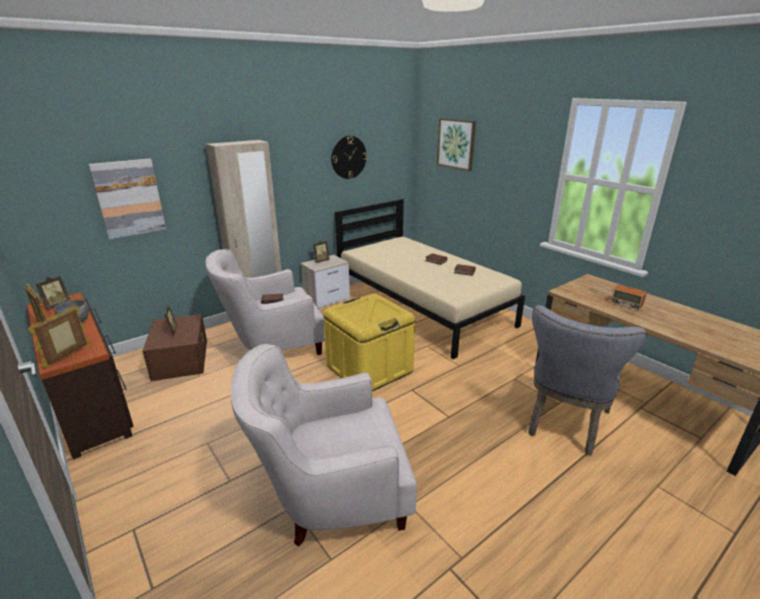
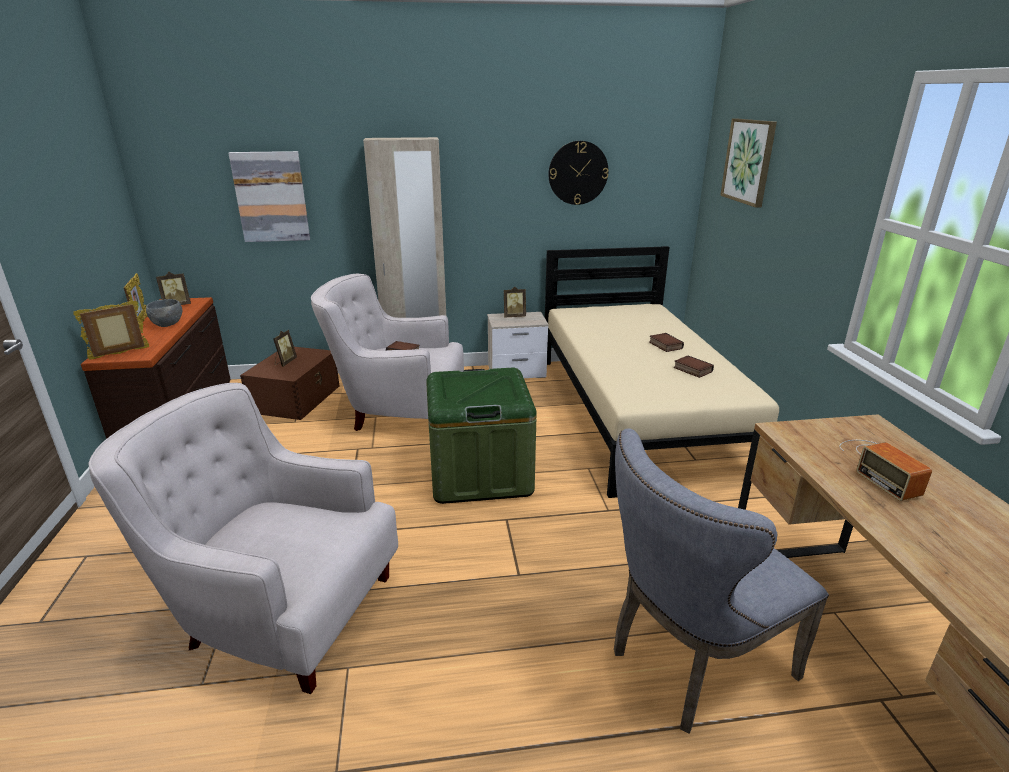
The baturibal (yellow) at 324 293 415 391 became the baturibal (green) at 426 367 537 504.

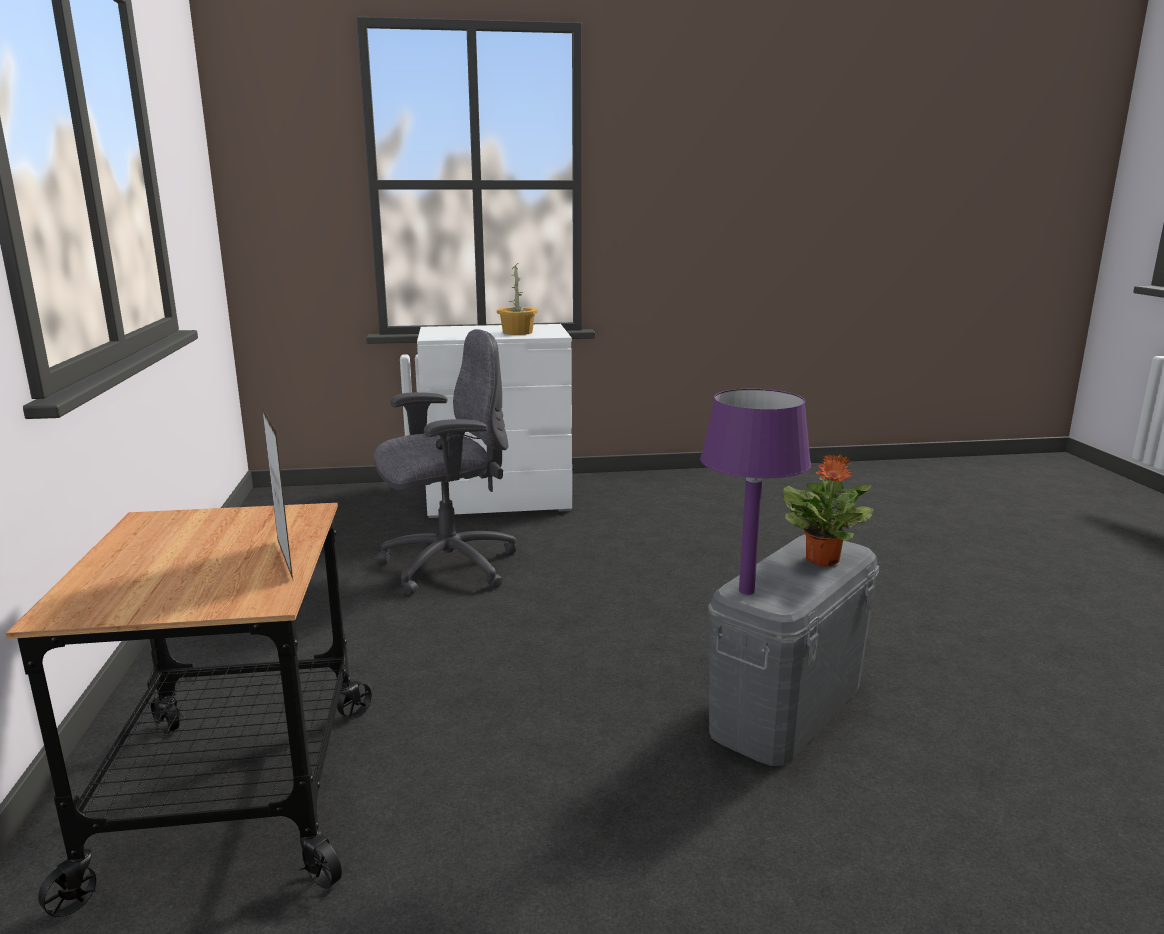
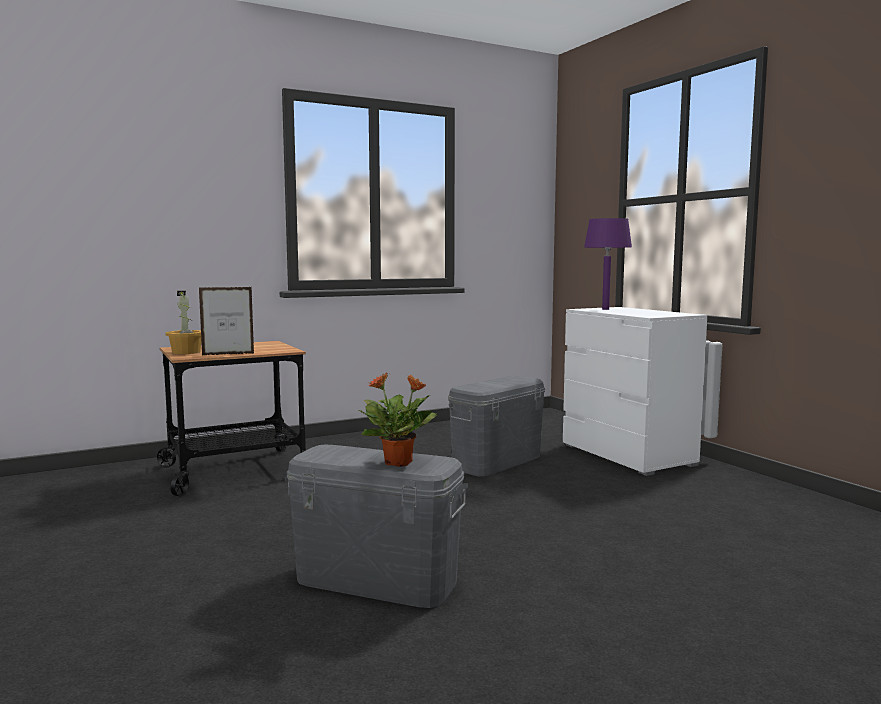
The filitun moved from 497 263 538 335 to 166 291 201 354. The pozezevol at 262 406 293 579 turned 150 degrees counterclockwise. The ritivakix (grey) at 374 329 517 595 was replaced by the baturibal (grey) at 448 376 545 476. The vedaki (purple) moved from 700 389 811 595 to 584 218 632 310.

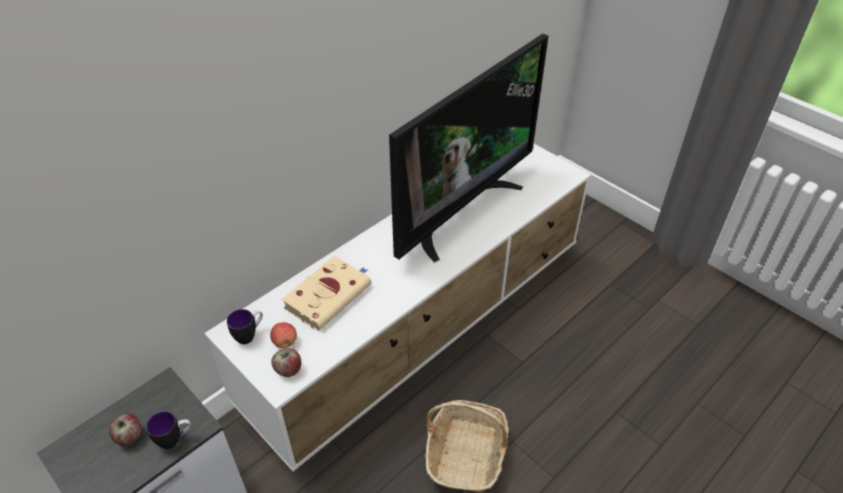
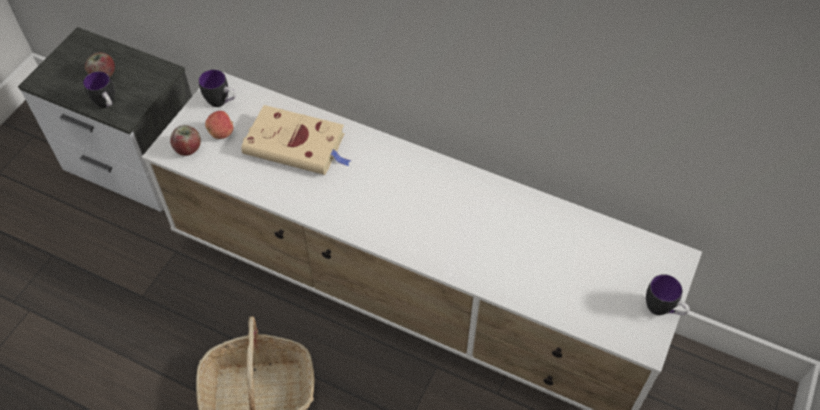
The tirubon at 646 274 690 315 appeared. The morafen at 389 34 548 263 disappeared.

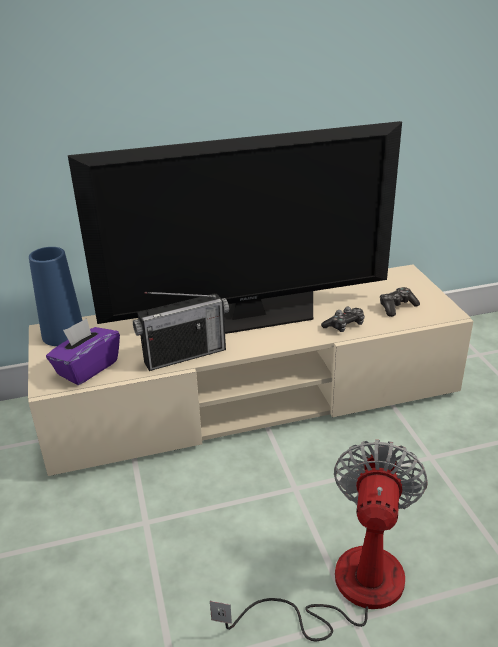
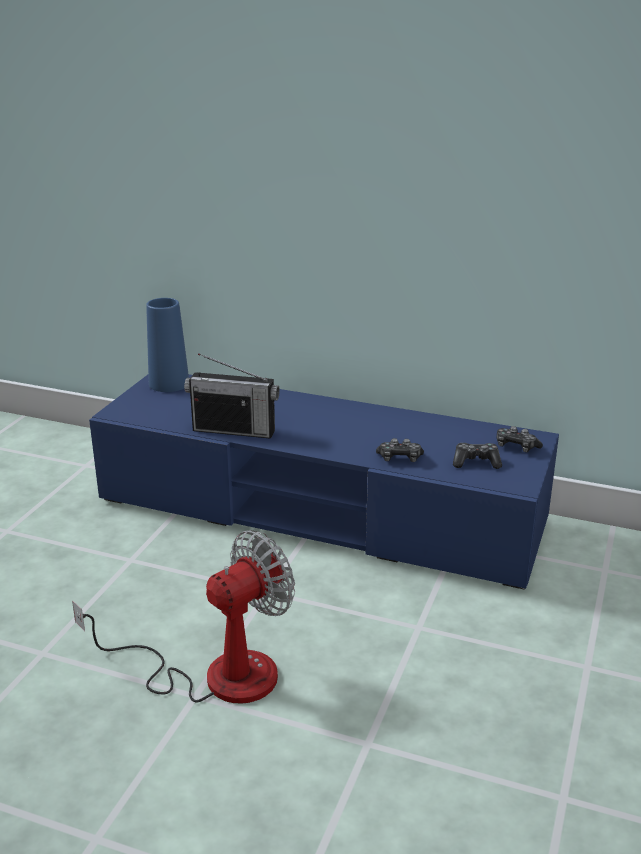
The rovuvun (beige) at 28 264 473 476 became the rovuvun (blue) at 89 374 559 590. The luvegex at 497 426 543 452 appeared. The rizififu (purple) at 46 318 120 385 disappeared. The morafen at 68 121 402 334 disappeared.

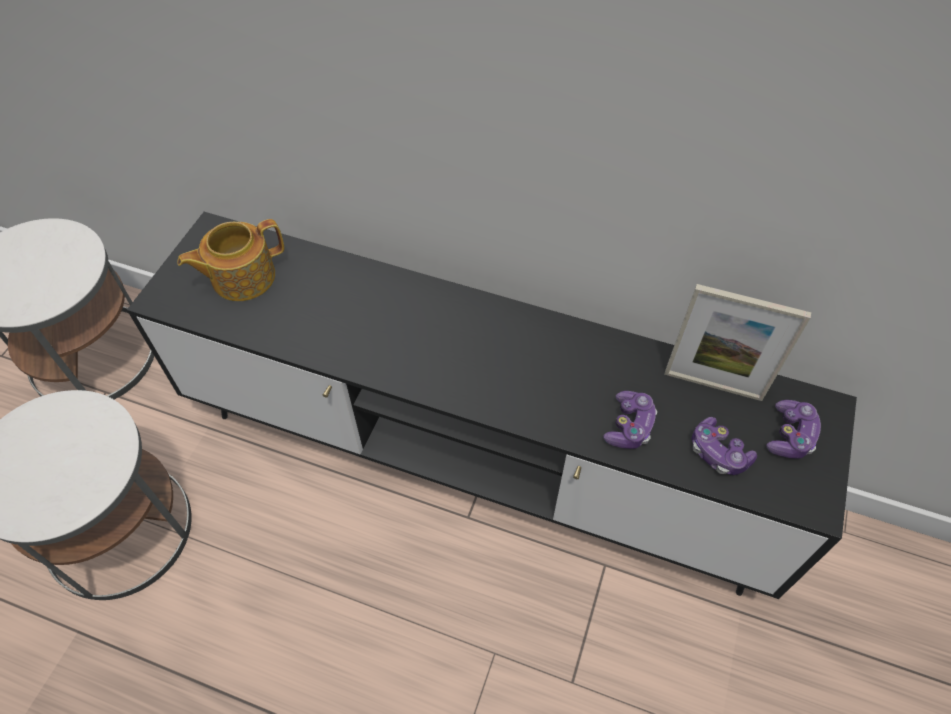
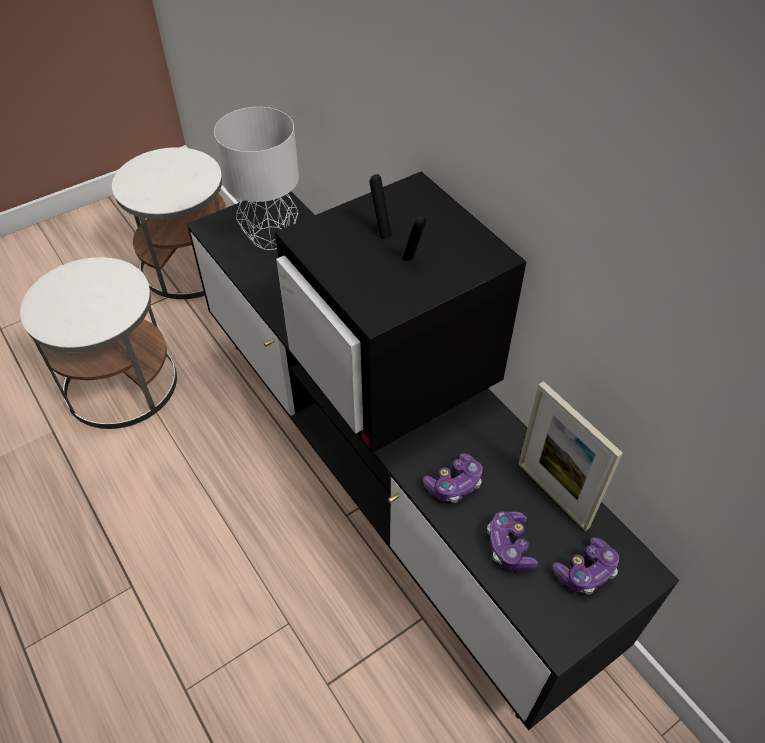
The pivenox at 177 219 284 301 was replaced by the vedaki (grey) at 214 107 299 250. The morafen at 275 171 527 453 appeared.

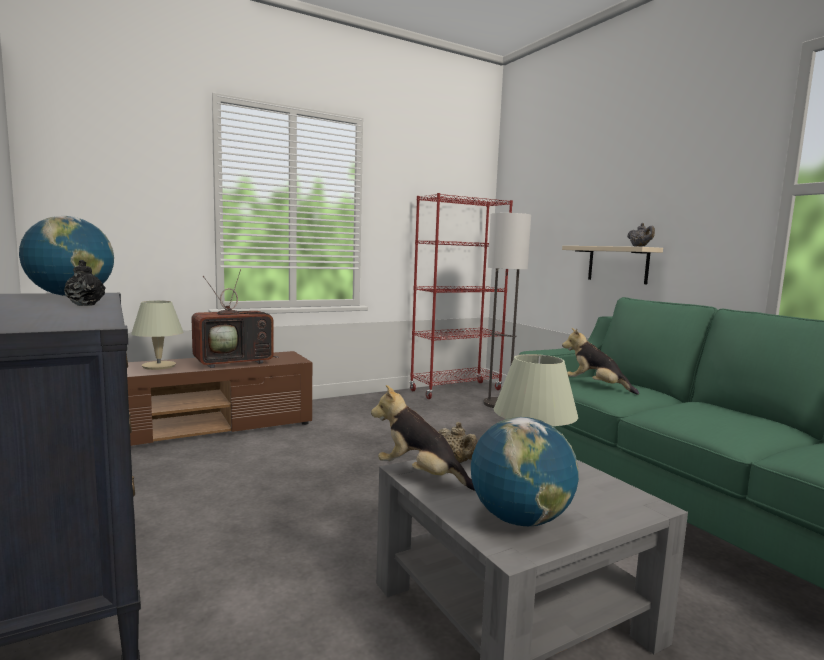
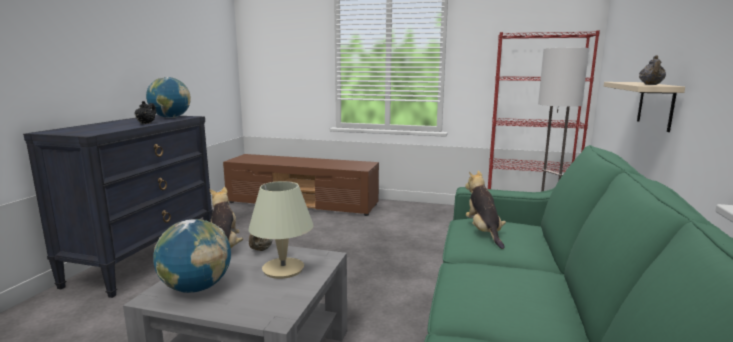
The vedaki (beige) at 131 301 183 370 disappeared. The morafen at 191 270 280 368 disappeared.

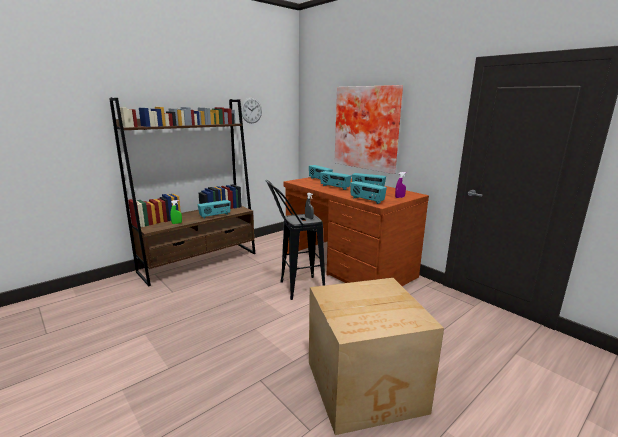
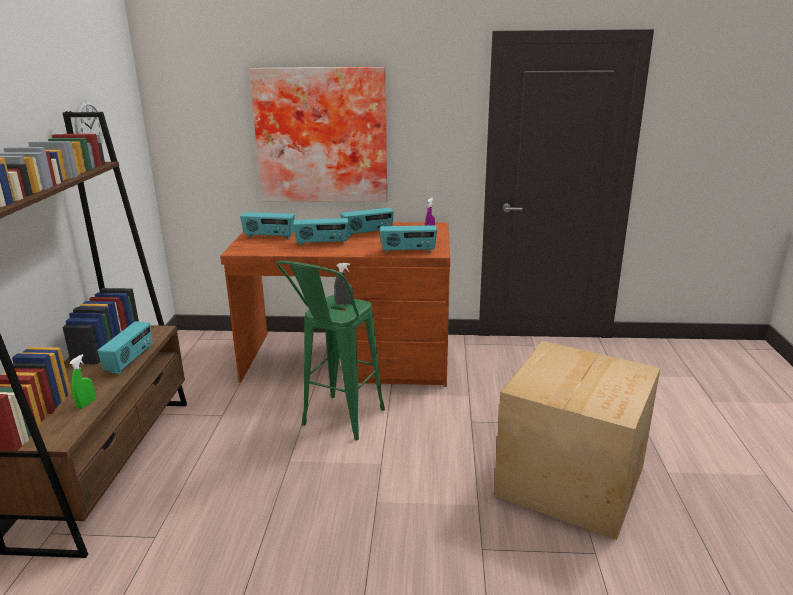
The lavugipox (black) at 265 180 325 300 became the lavugipox (green) at 276 261 385 441.

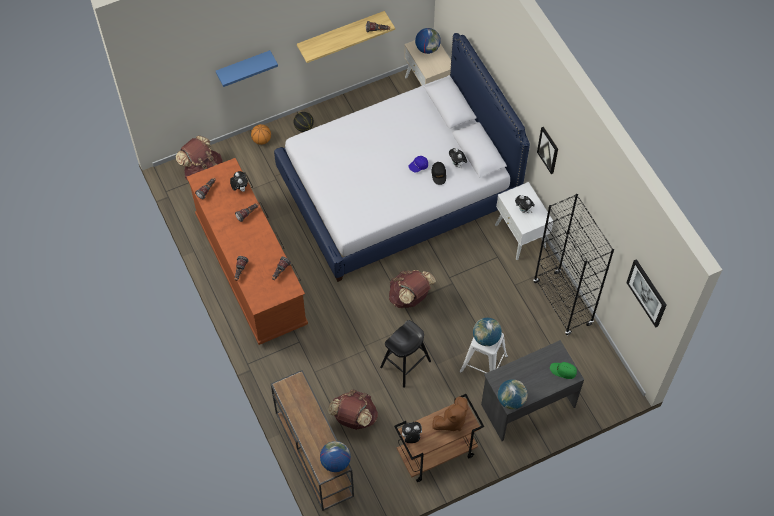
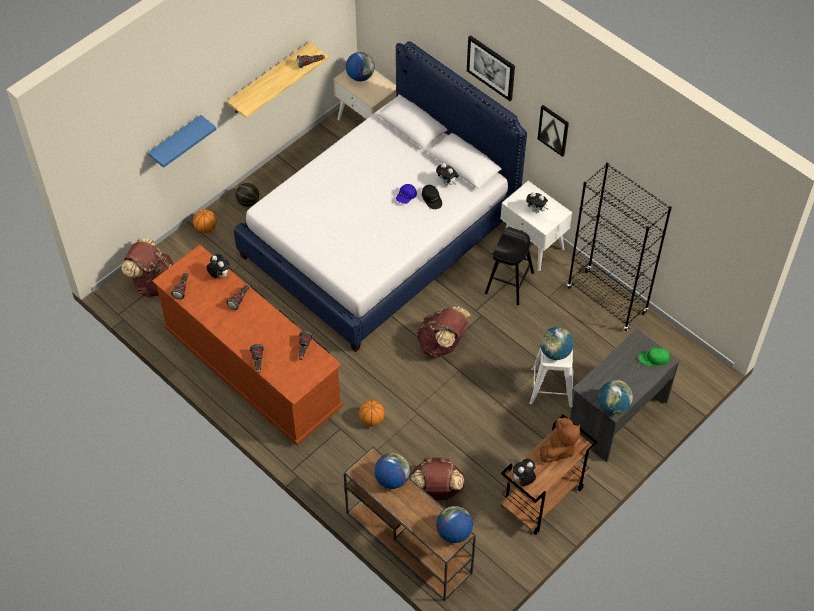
The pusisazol at 359 400 385 426 appeared. The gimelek at 374 453 410 489 appeared. The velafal moved from 626 259 667 328 to 467 35 515 101. The lavugipox (black) moved from 380 320 431 388 to 485 227 534 305.

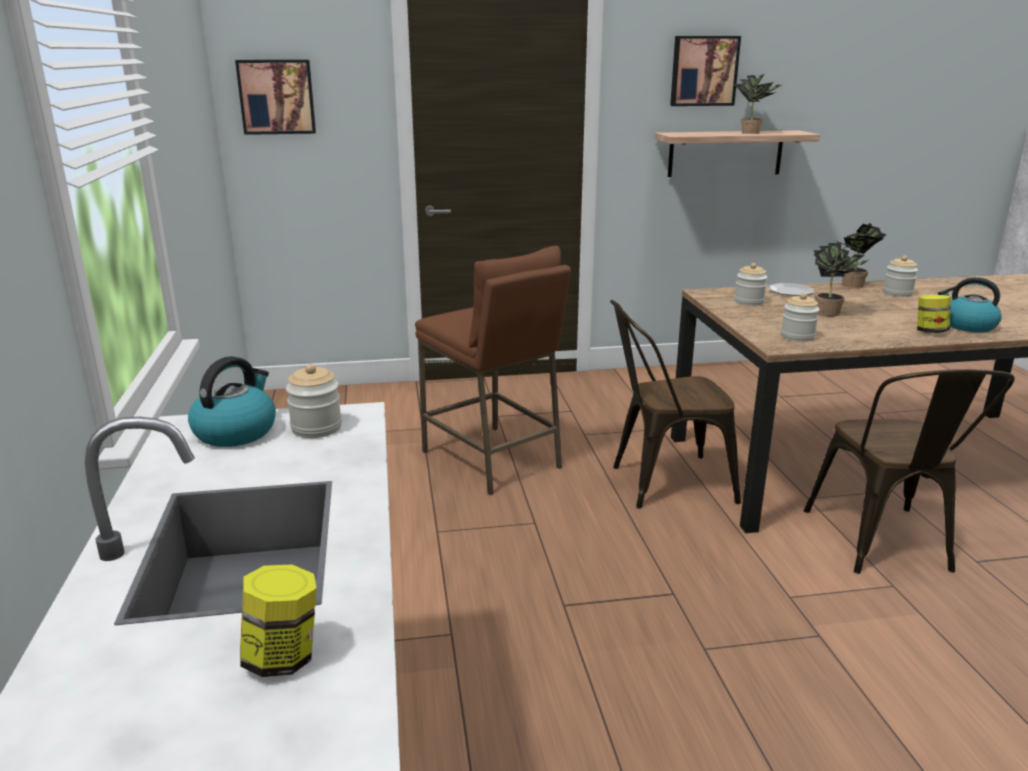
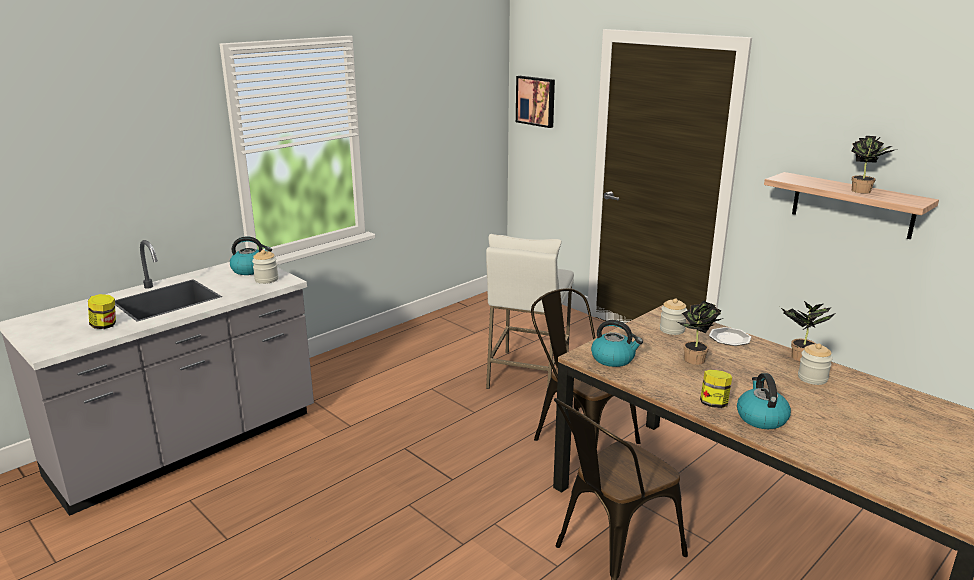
The lavugipox (brown) at 415 246 571 495 became the lavugipox (white) at 486 234 574 389. The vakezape at 781 293 820 342 was replaced by the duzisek at 591 320 643 367. The velafal at 670 36 741 106 disappeared.

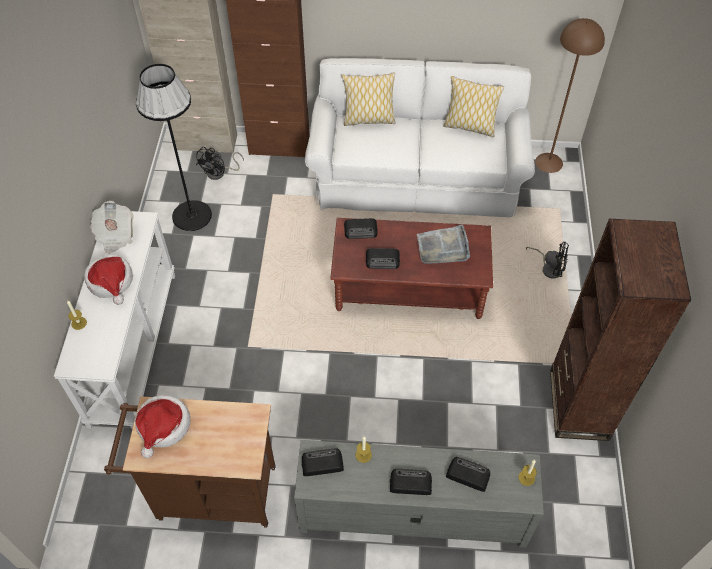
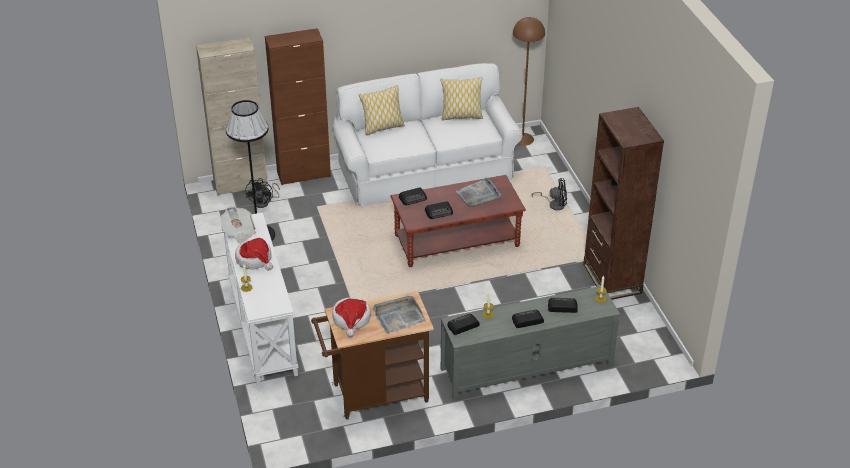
The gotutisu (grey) at 373 296 426 333 appeared.

